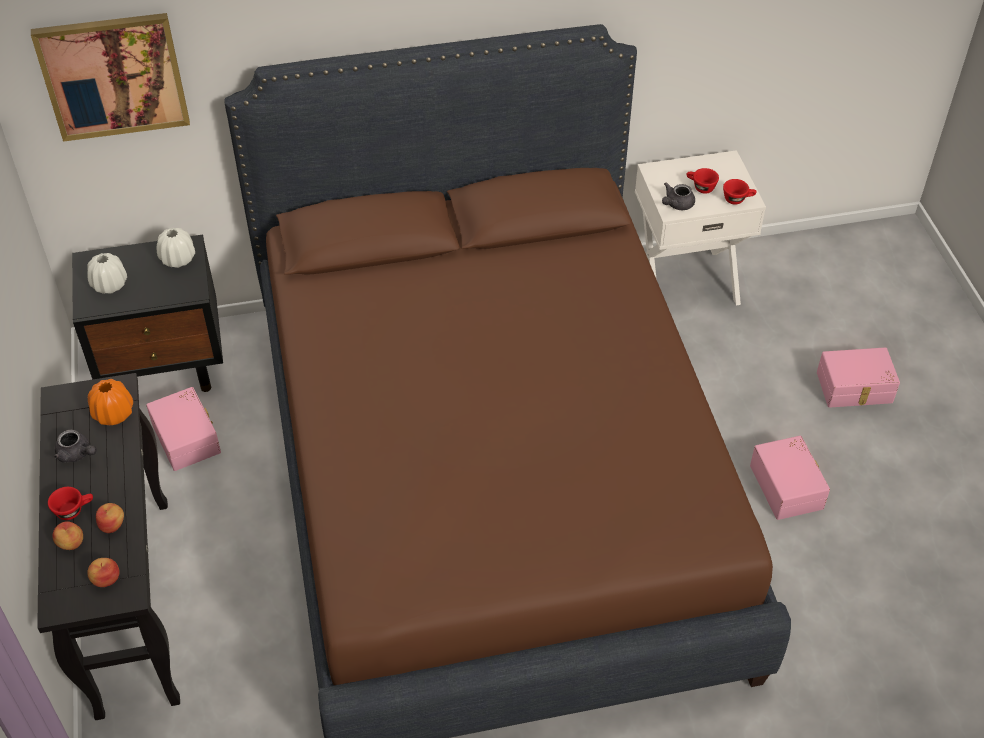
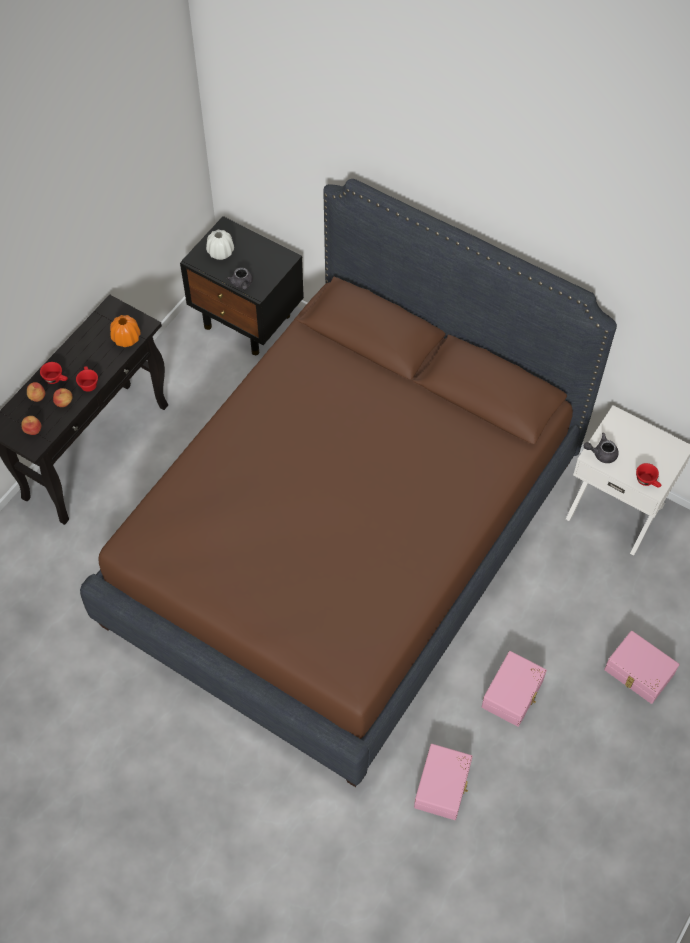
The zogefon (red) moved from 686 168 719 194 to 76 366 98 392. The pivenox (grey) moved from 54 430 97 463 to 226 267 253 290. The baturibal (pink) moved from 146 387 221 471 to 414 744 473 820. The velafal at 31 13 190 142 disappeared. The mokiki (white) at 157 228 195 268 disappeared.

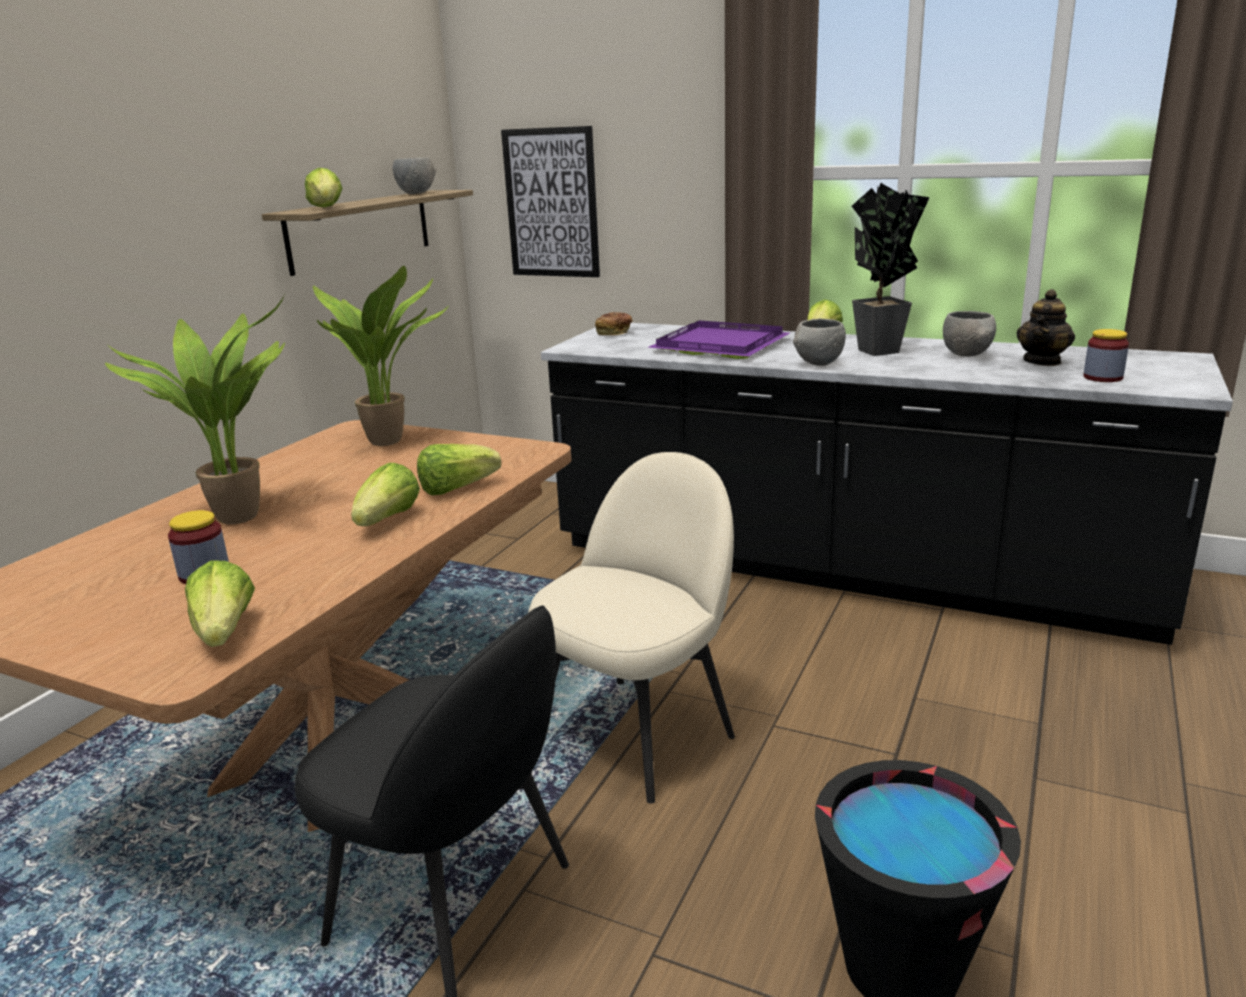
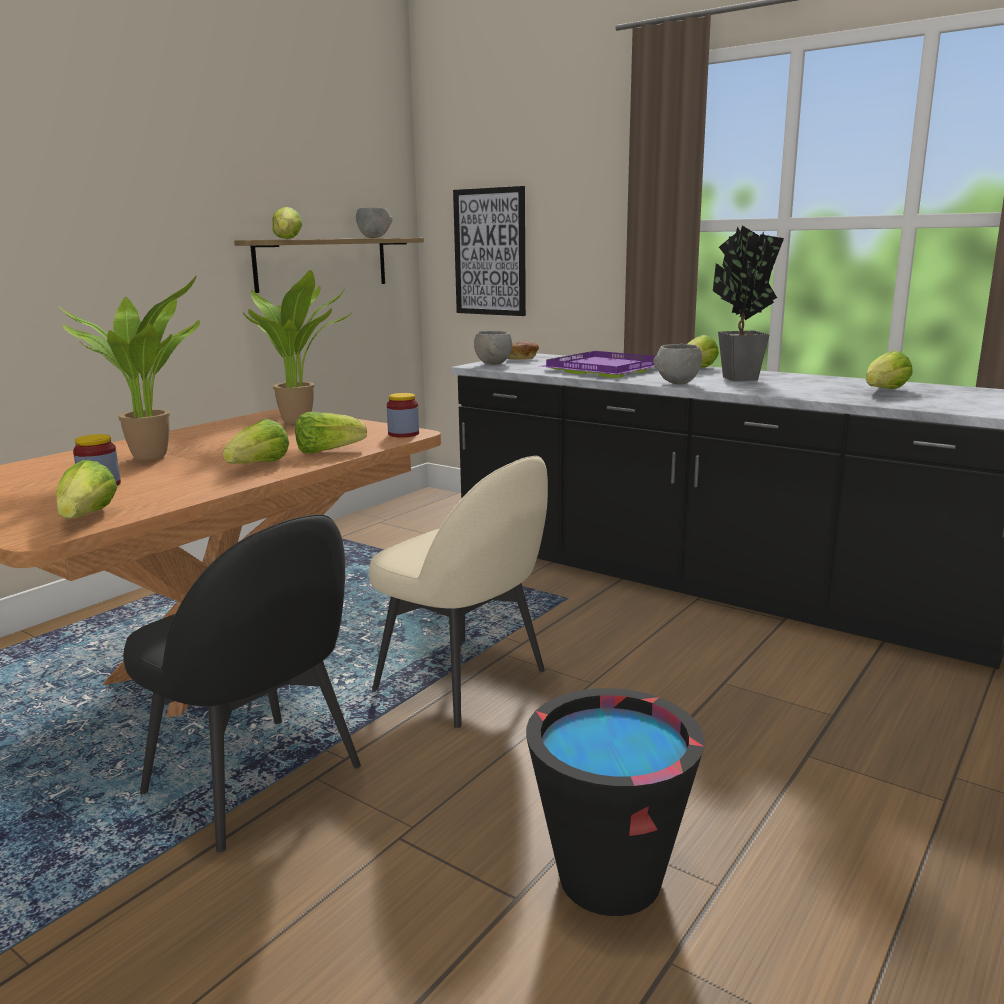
The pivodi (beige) at 528 452 735 803 turned 75 degrees clockwise. The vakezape moved from 1083 329 1129 382 to 387 393 419 438. The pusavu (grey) moved from 943 311 996 357 to 474 331 512 365. The pivenox at 1017 289 1075 366 was replaced by the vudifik at 866 350 913 389.

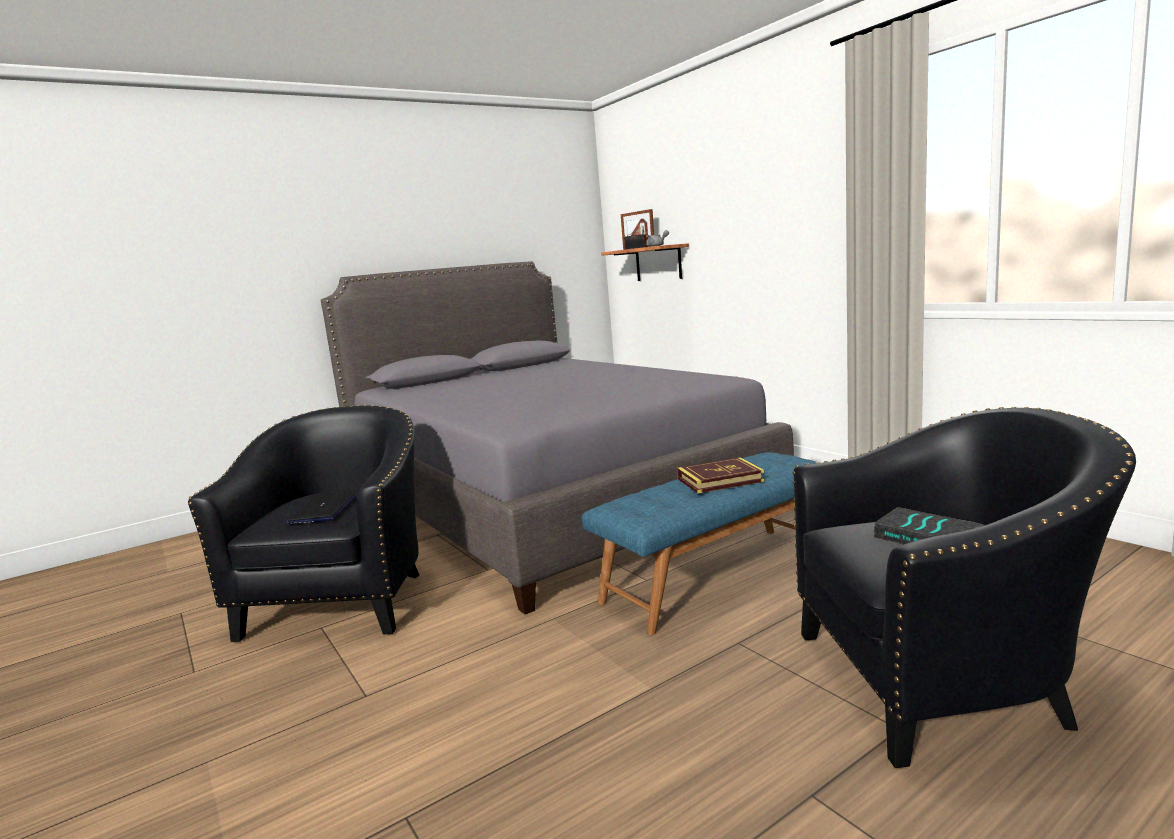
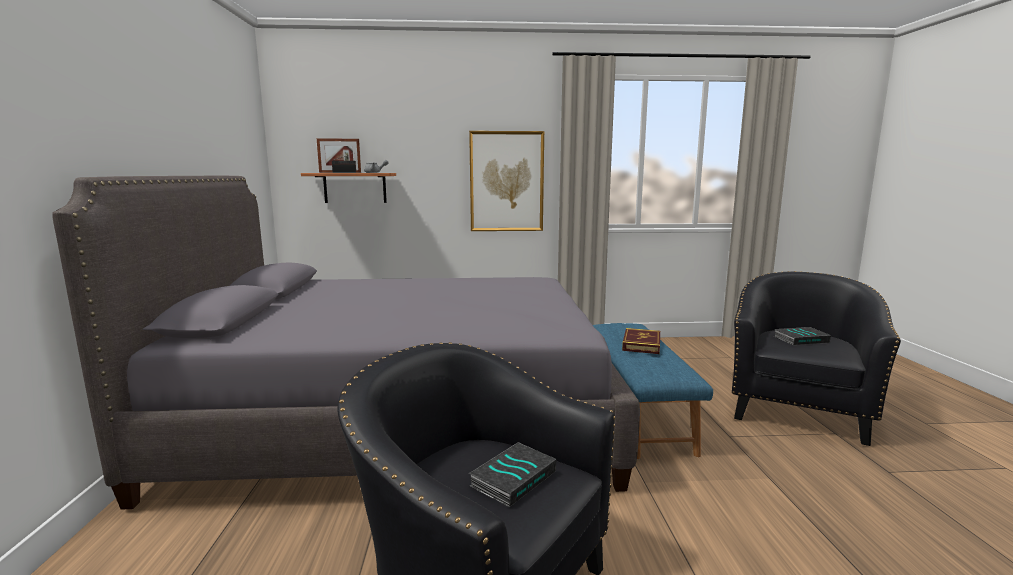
The velafal at 469 131 544 231 appeared. The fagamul at 286 493 356 524 was replaced by the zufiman at 469 442 556 507.

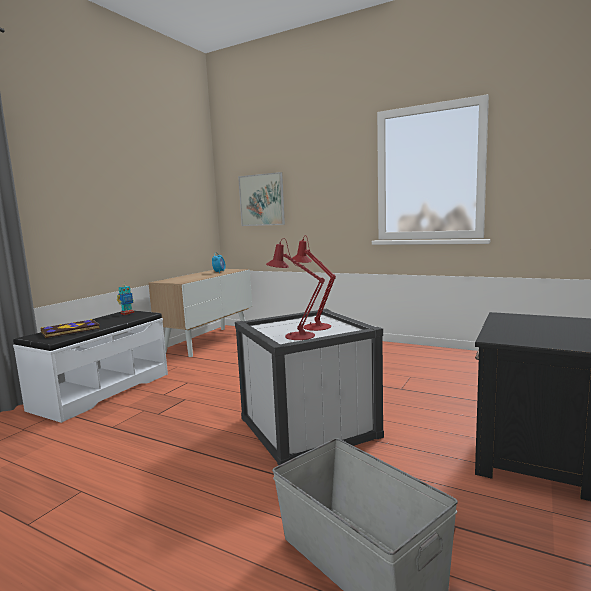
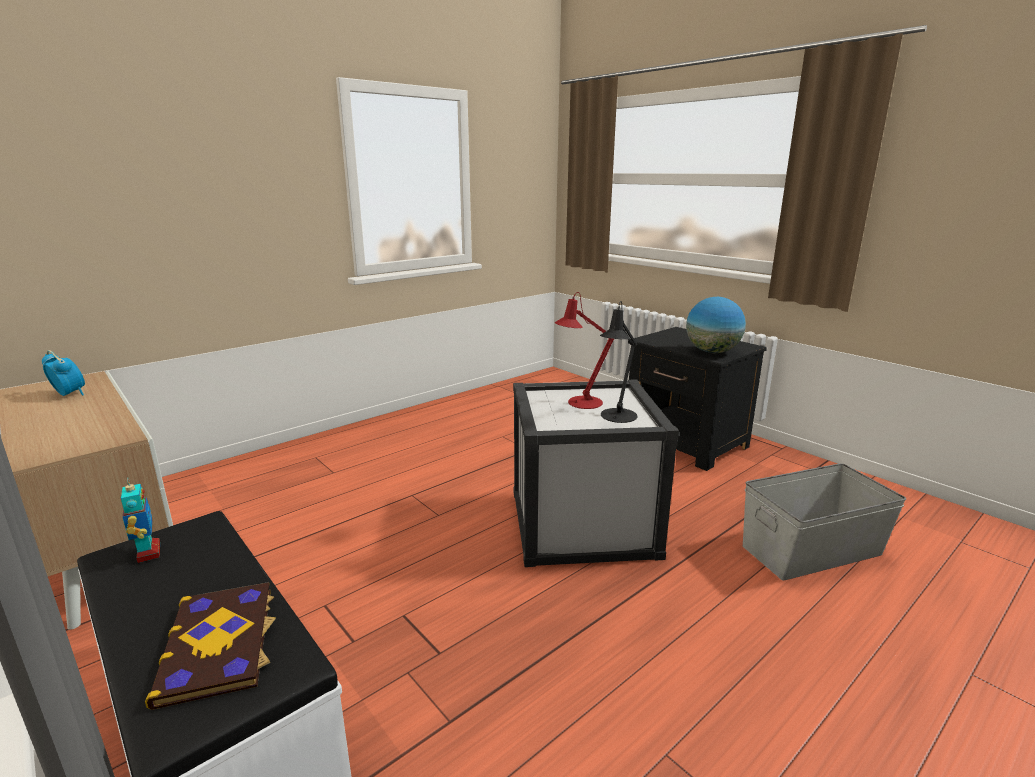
The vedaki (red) at 266 238 325 340 became the vedaki (black) at 600 301 637 423. The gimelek at 686 297 746 353 appeared. The velafal at 238 172 285 226 disappeared.

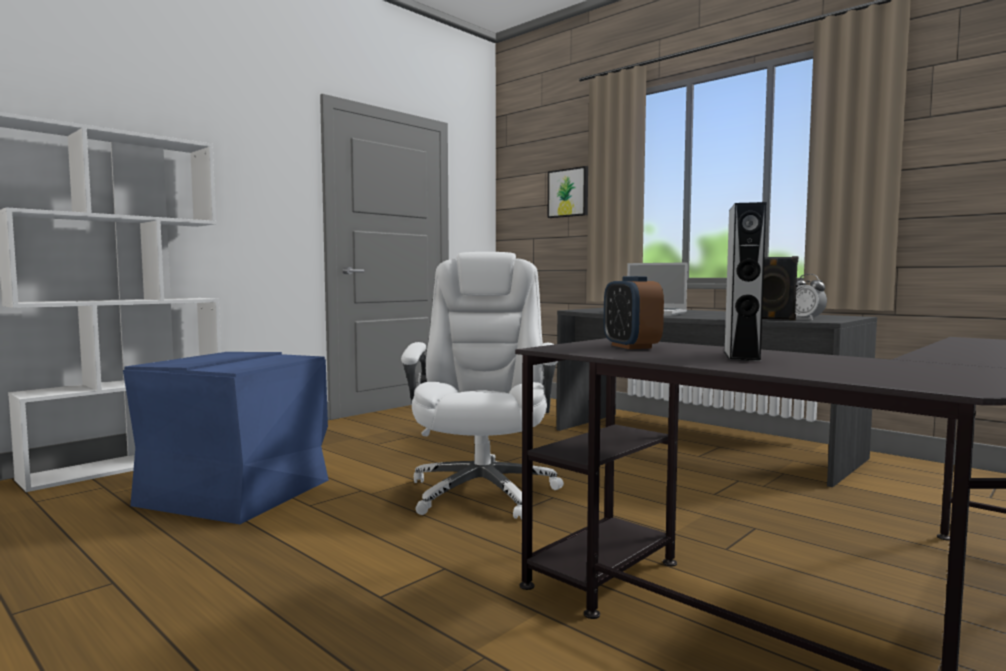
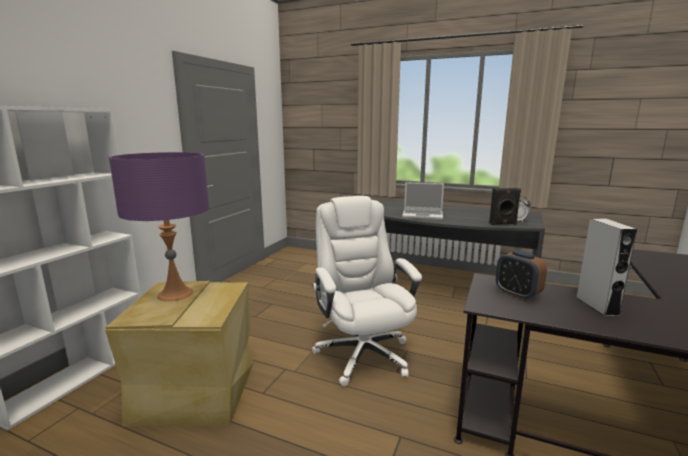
The baturibal (blue) at 123 352 329 524 became the baturibal (beige) at 105 281 254 427. The vedaki (purple) at 109 152 209 302 appeared. The velafal at 548 166 588 218 disappeared.

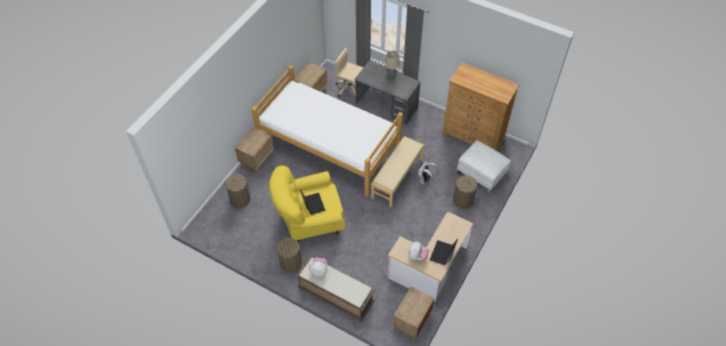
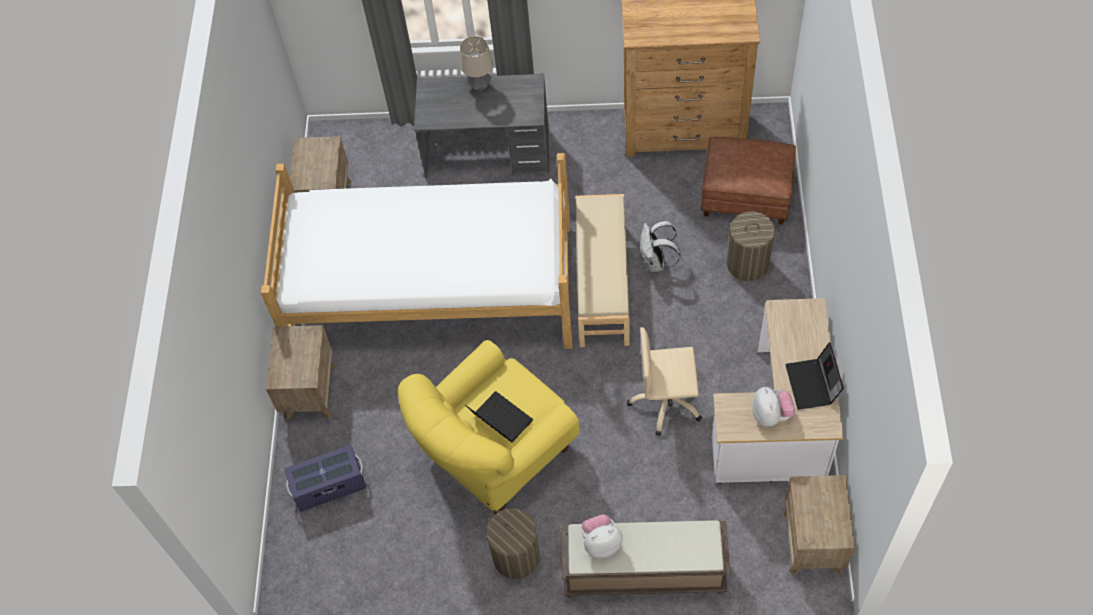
The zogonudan at 224 174 251 208 was replaced by the baturibal (purple) at 285 445 366 512. The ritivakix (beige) moved from 335 48 364 98 to 627 327 702 436. The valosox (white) at 457 140 511 192 became the valosox (brown) at 701 137 796 225.

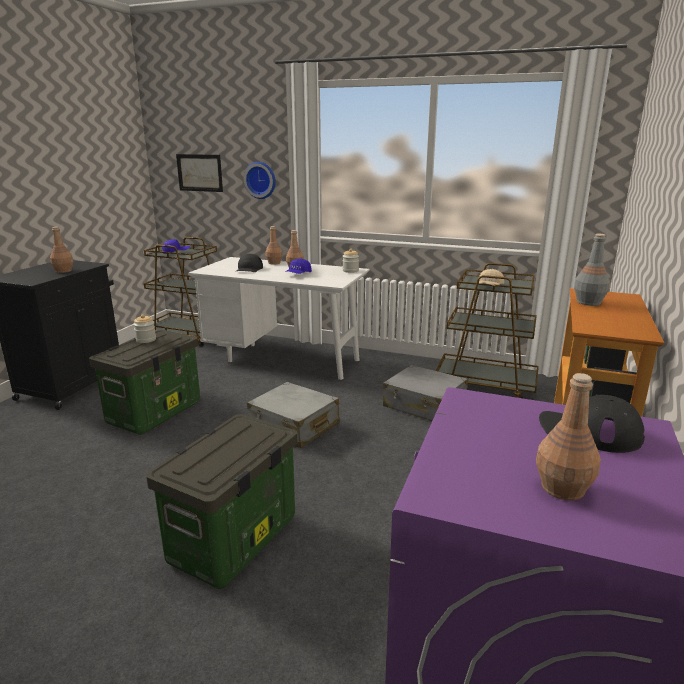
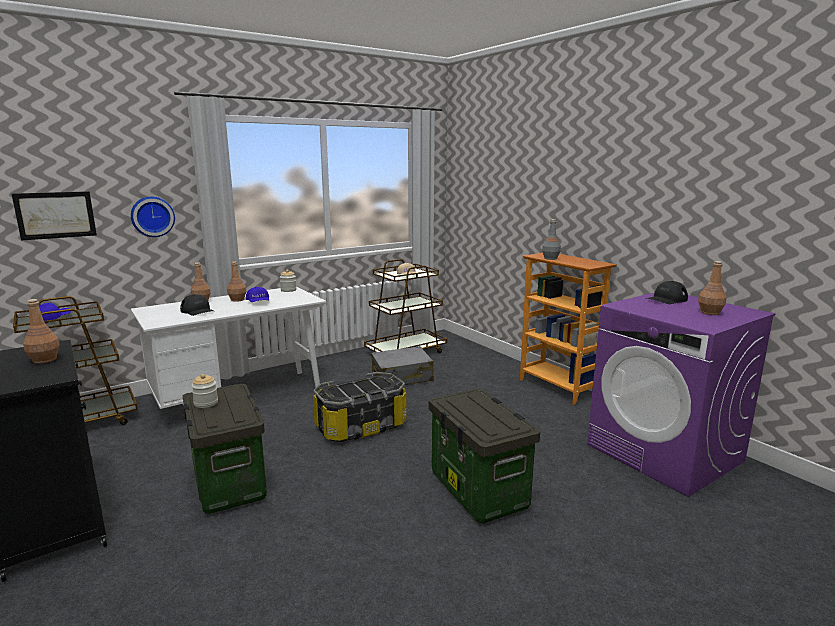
The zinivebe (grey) at 247 382 340 448 was replaced by the baturibal at 313 372 407 442.

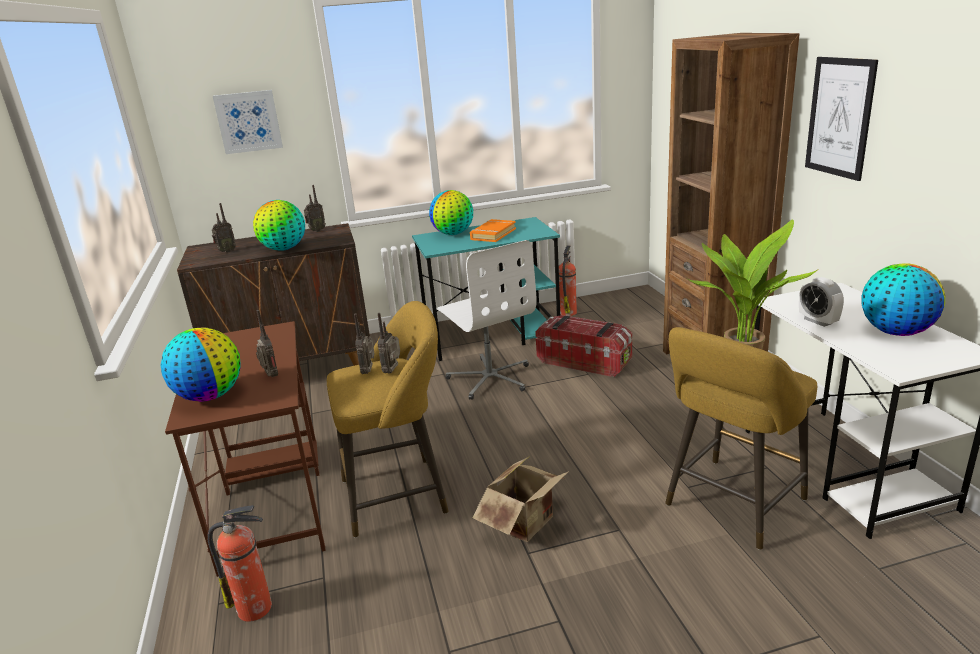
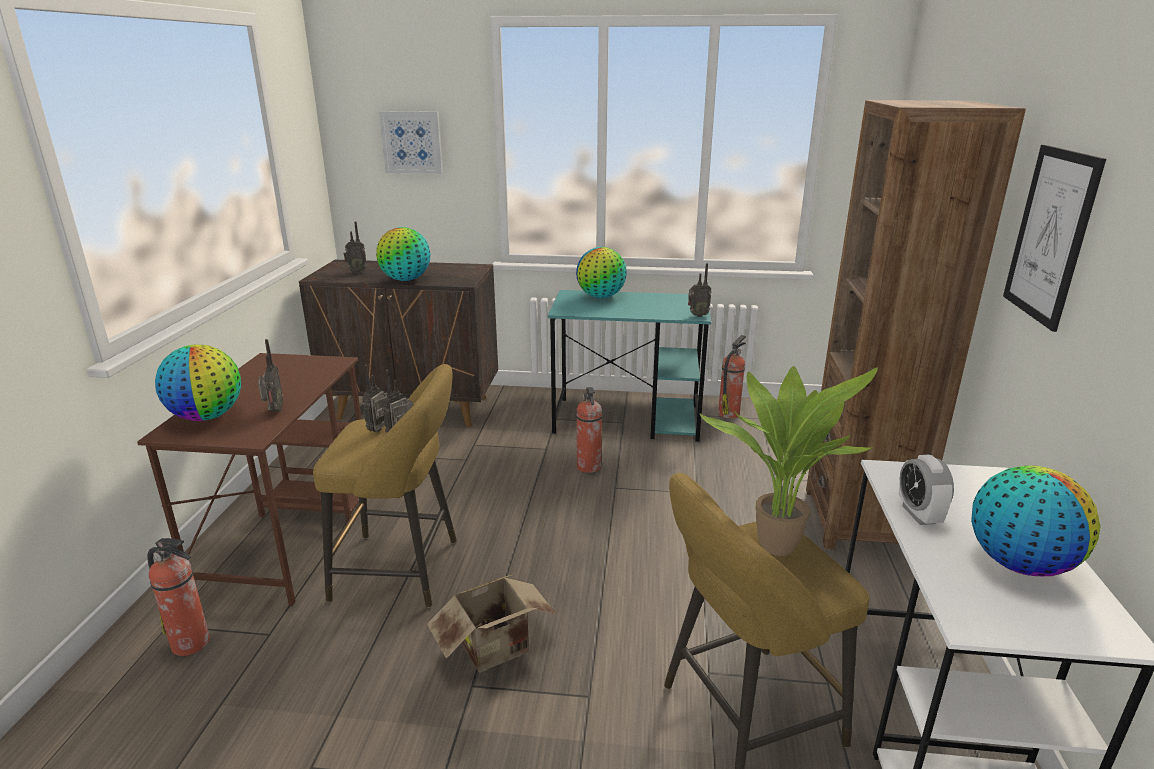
The ritivakix (white) at 437 240 537 400 was replaced by the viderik at 576 387 602 473. The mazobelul moved from 304 185 326 232 to 688 263 712 317. The zufiman (orange) at 470 219 516 242 disappeared. The baturibal at 535 315 632 377 disappeared.

